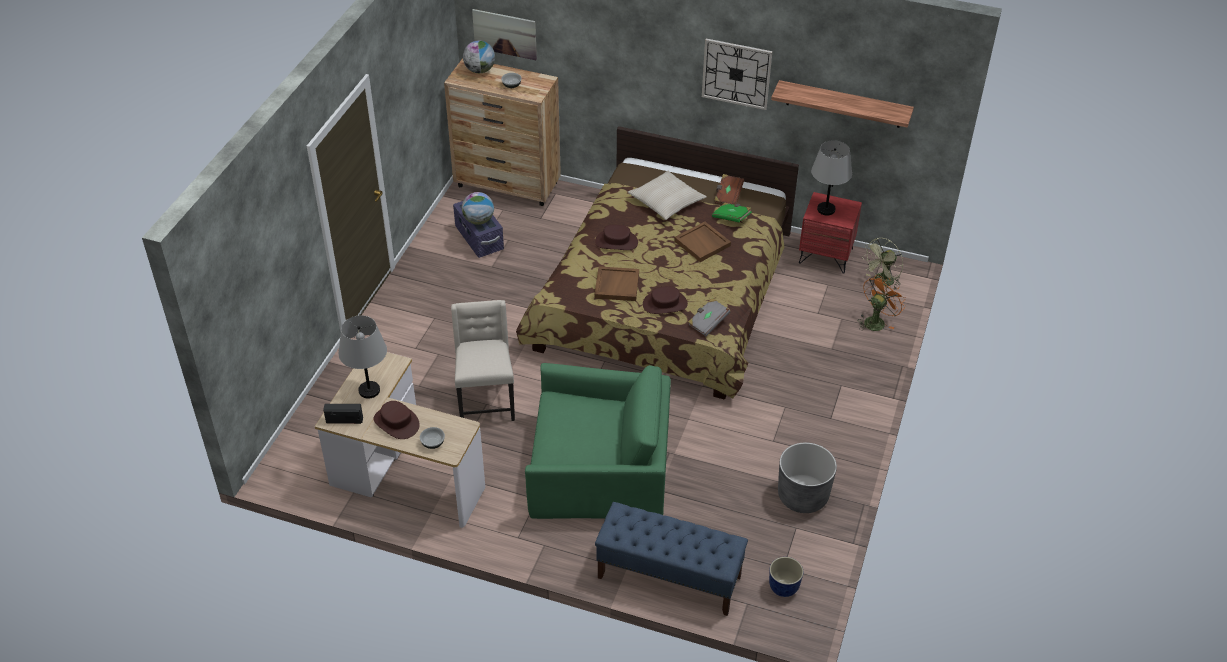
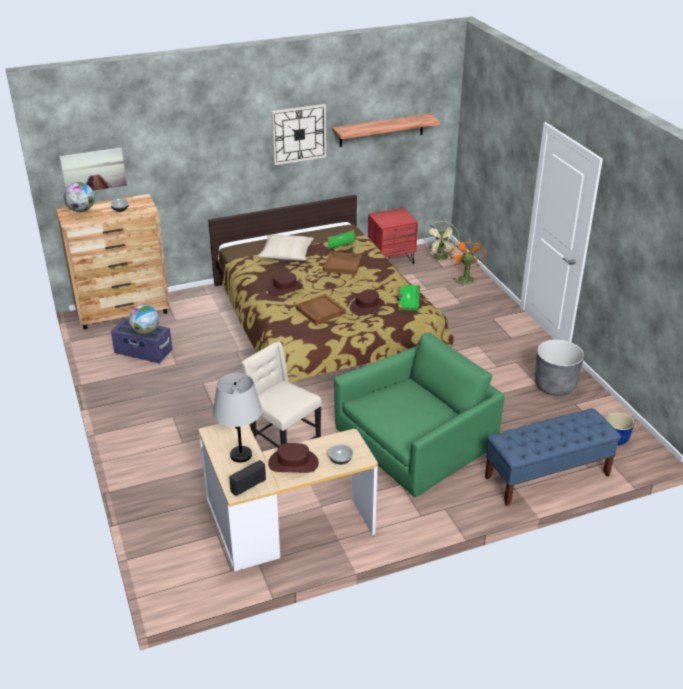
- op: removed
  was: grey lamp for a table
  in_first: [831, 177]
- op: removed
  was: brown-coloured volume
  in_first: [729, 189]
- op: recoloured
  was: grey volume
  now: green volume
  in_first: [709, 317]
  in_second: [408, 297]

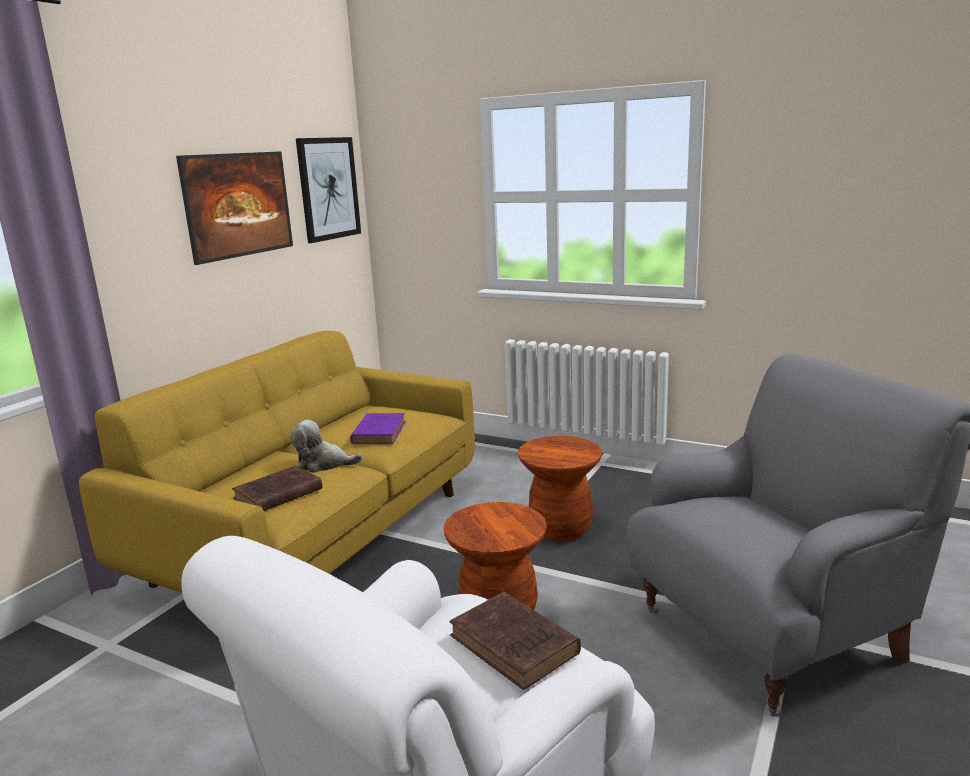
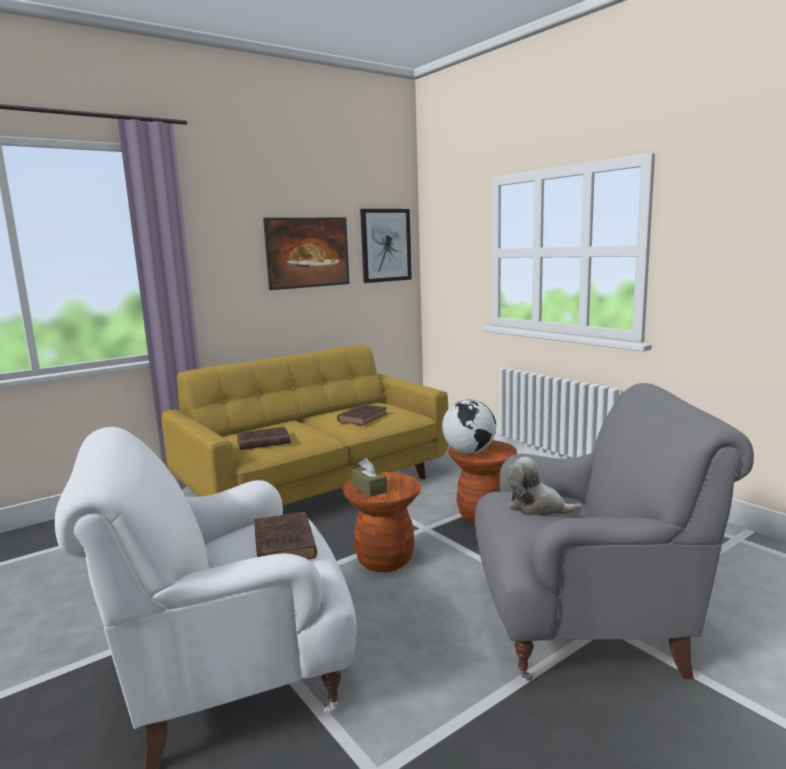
- op: recoloured
  was: purple-coloured volume
  now: brown-coloured volume
  in_first: [378, 428]
  in_second: [362, 415]
- op: moved
  was: cuddly toy
  in_first: [326, 446]
  in_second: [544, 486]
- op: added
  now: world globe
  in_second: [469, 427]
- op: added
  now: brown-coloured tissue holder
  in_second: [369, 477]

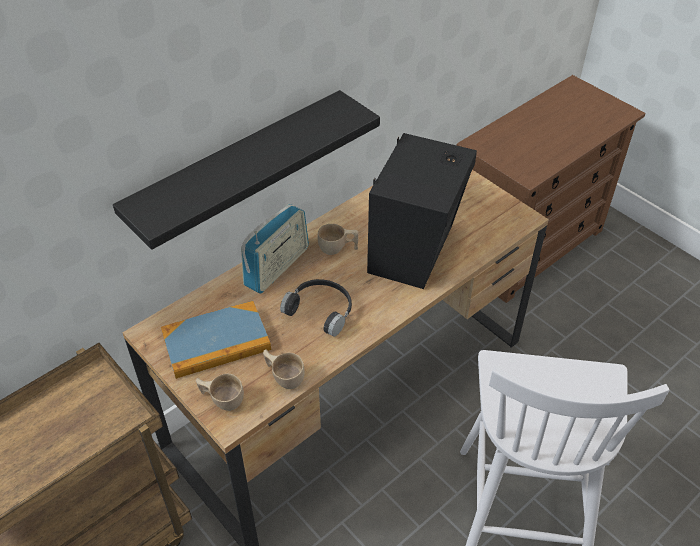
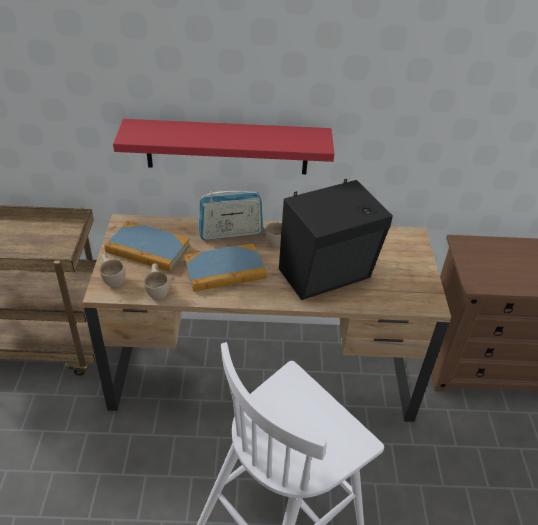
- op: recoloured
  was: black-coloured shelf
  now: reddish shelf
  in_first: [246, 170]
  in_second: [223, 146]
- op: replaced
  was: black-coloured headphones
  now: volume
  in_first: [316, 308]
  in_second: [225, 267]

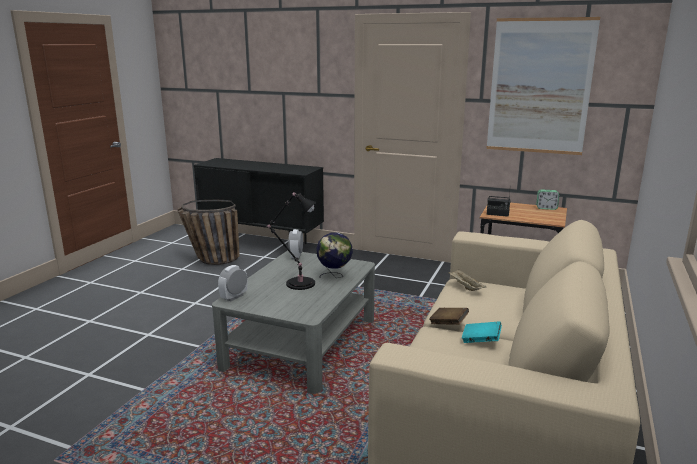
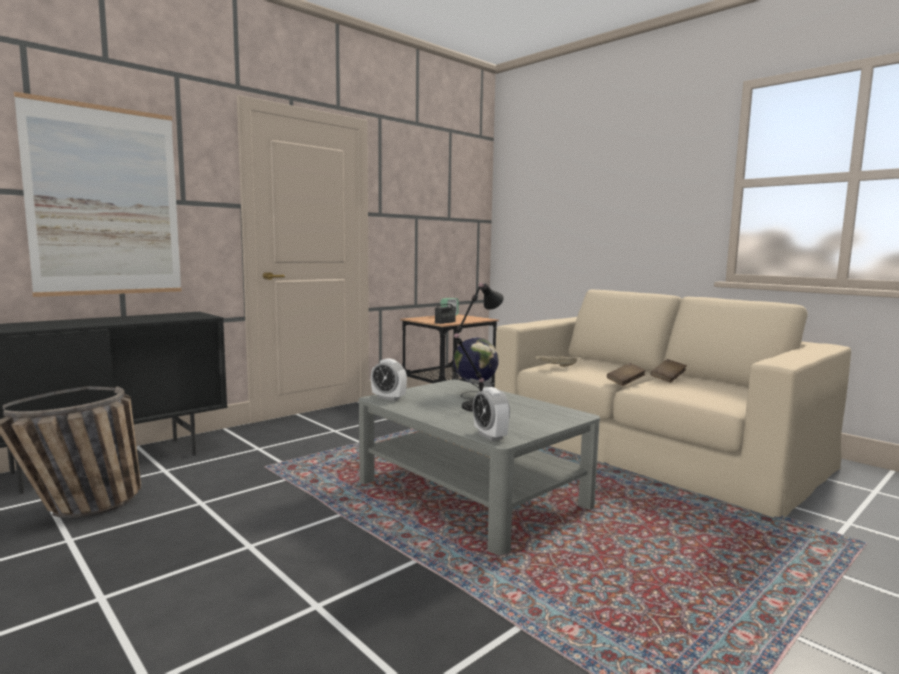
- op: moved
  was: picture
  in_first: [543, 86]
  in_second: [98, 194]
- op: recoloured
  was: turquoise-coloured volume
  now: brown-coloured volume
  in_first: [482, 332]
  in_second: [668, 371]

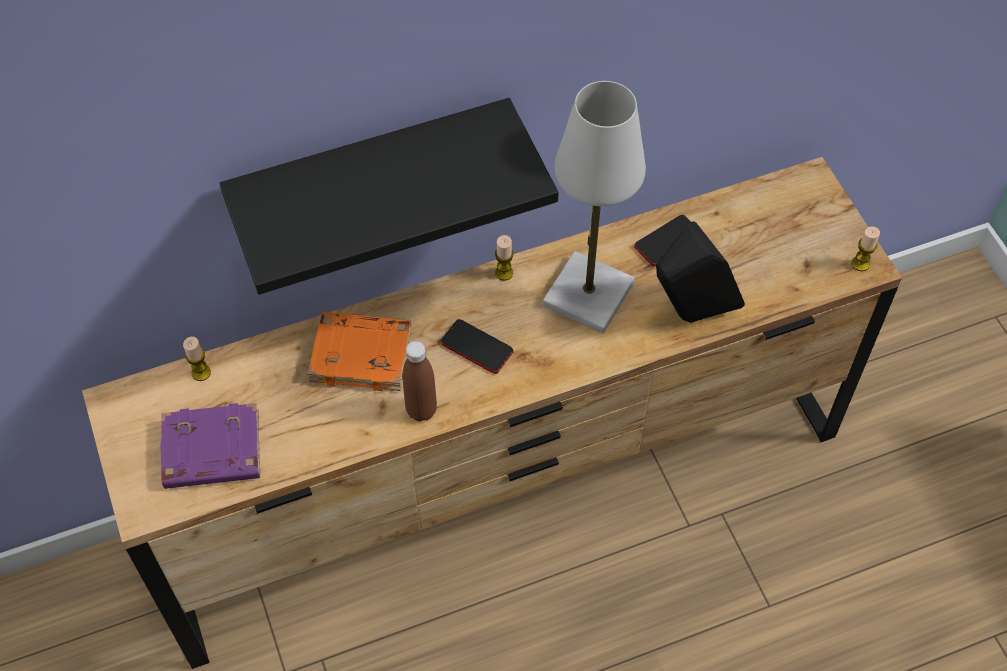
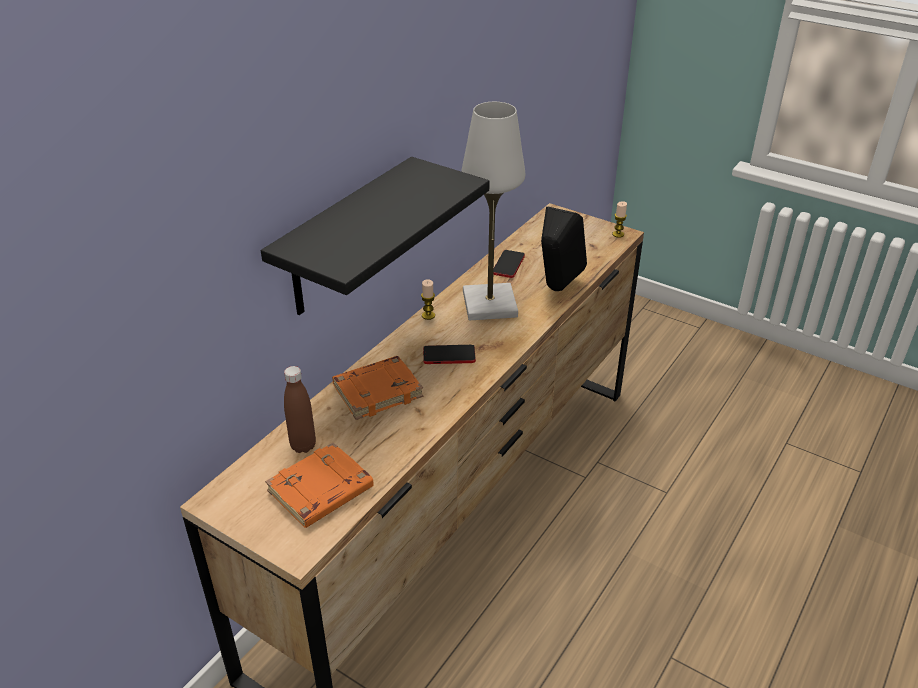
- op: removed
  was: candle
  in_first: [197, 359]
- op: moved
  was: brown-coloured beverage bottle
  in_first: [419, 381]
  in_second: [300, 409]
- op: recoloured
  was: purple-coloured volume
  now: orange-coloured volume
  in_first: [210, 446]
  in_second: [319, 485]

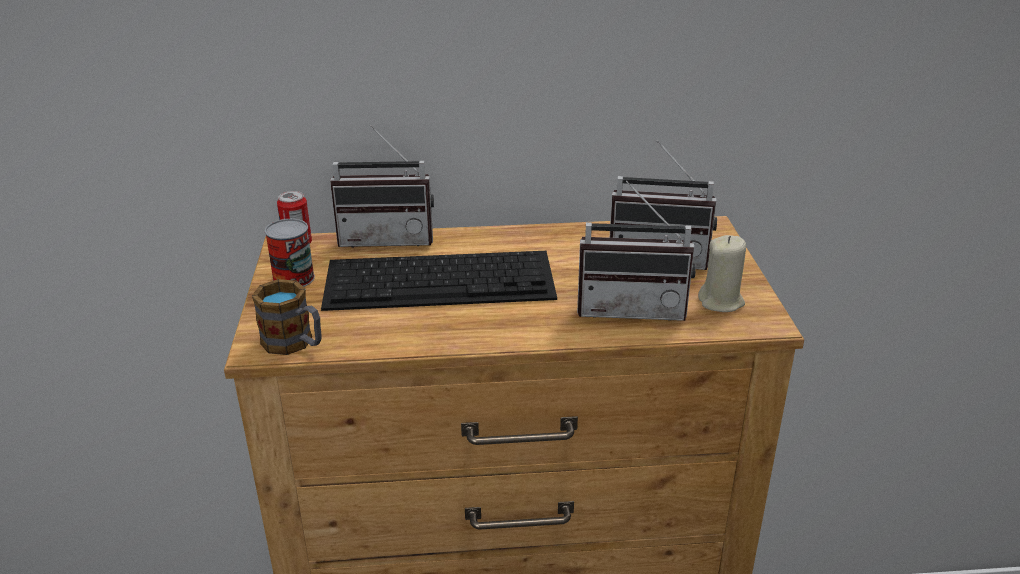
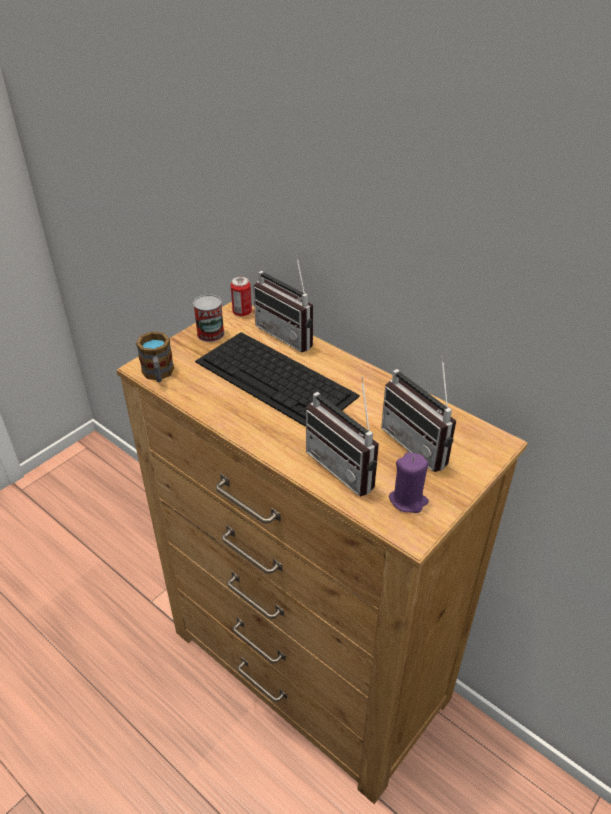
- op: recoloured
  was: sand-coloured candle
  now: purple-coloured candle
  in_first: [722, 273]
  in_second: [409, 482]

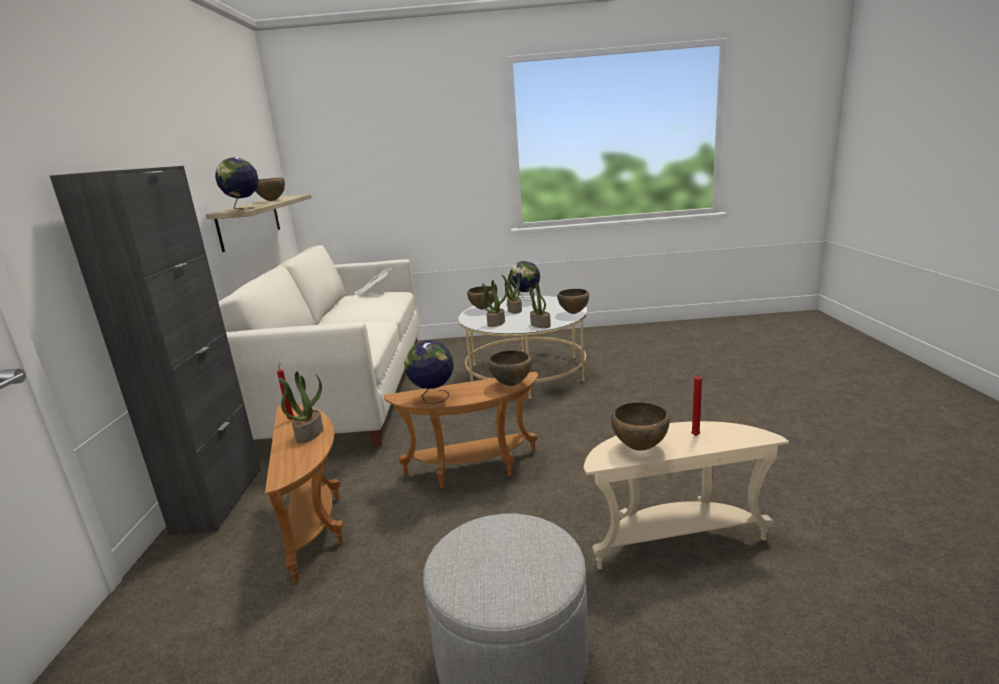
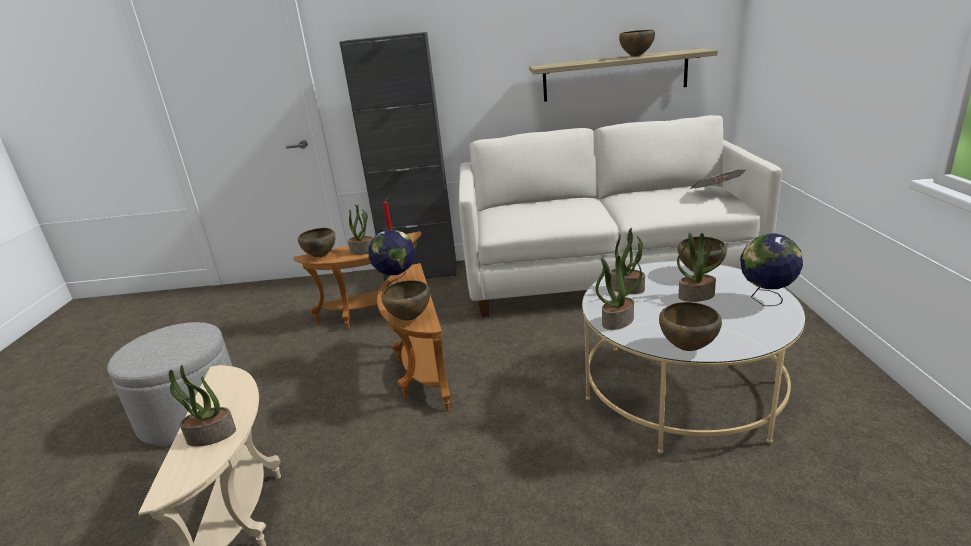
- op: removed
  was: world globe
  in_first: [237, 183]
- op: replaced
  was: reddish candle
  now: plant in a pot
  in_first: [698, 402]
  in_second: [202, 406]
- op: moved
  was: brown-coloured deep dish
  in_first: [640, 426]
  in_second: [317, 242]

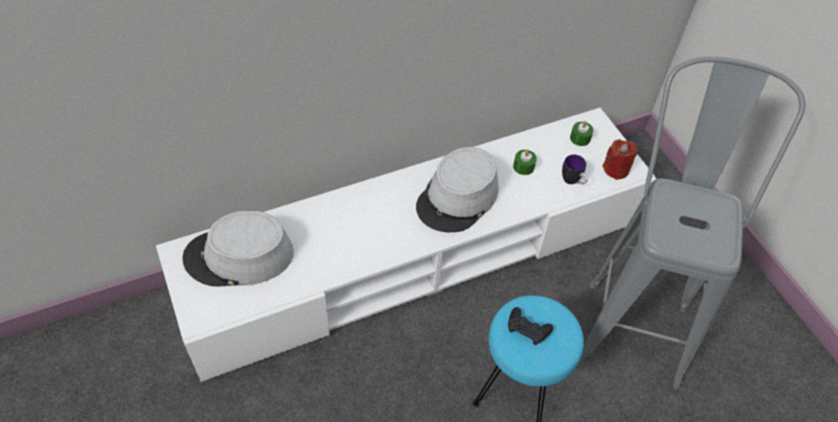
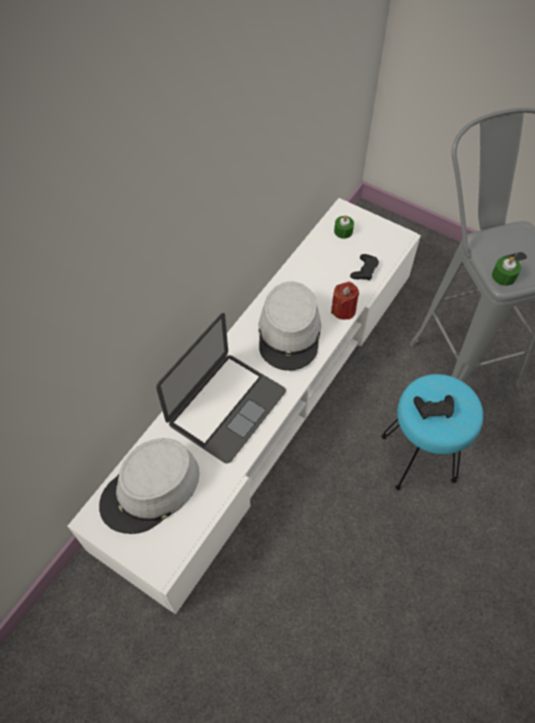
- op: moved
  was: reddish candle
  in_first: [620, 159]
  in_second: [345, 301]
- op: moved
  was: green candle
  in_first: [525, 162]
  in_second: [506, 271]
- op: replaced
  was: tea mug
  now: black-coloured game controller
  in_first: [575, 169]
  in_second: [364, 267]
- op: added
  now: portable computer
  in_second: [221, 388]

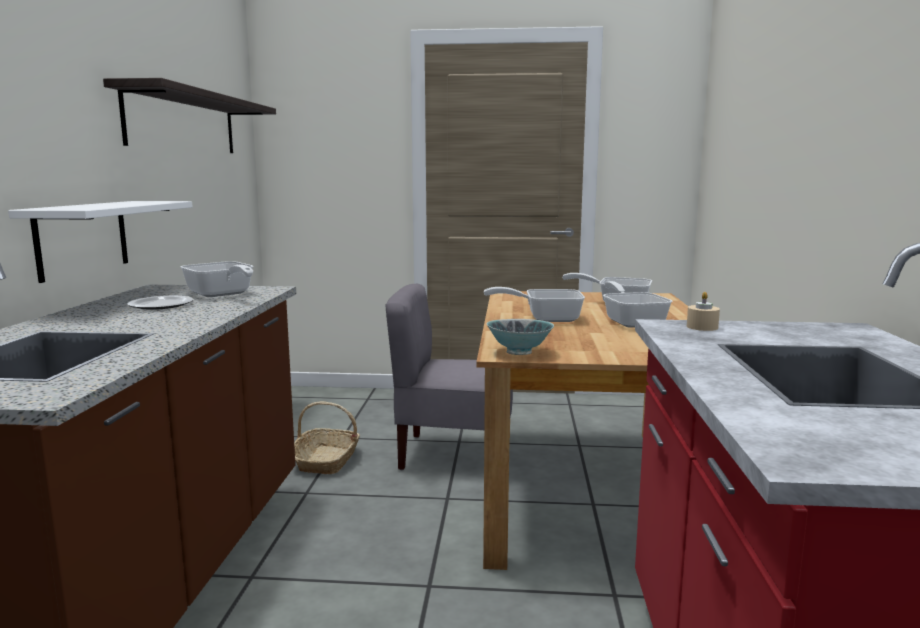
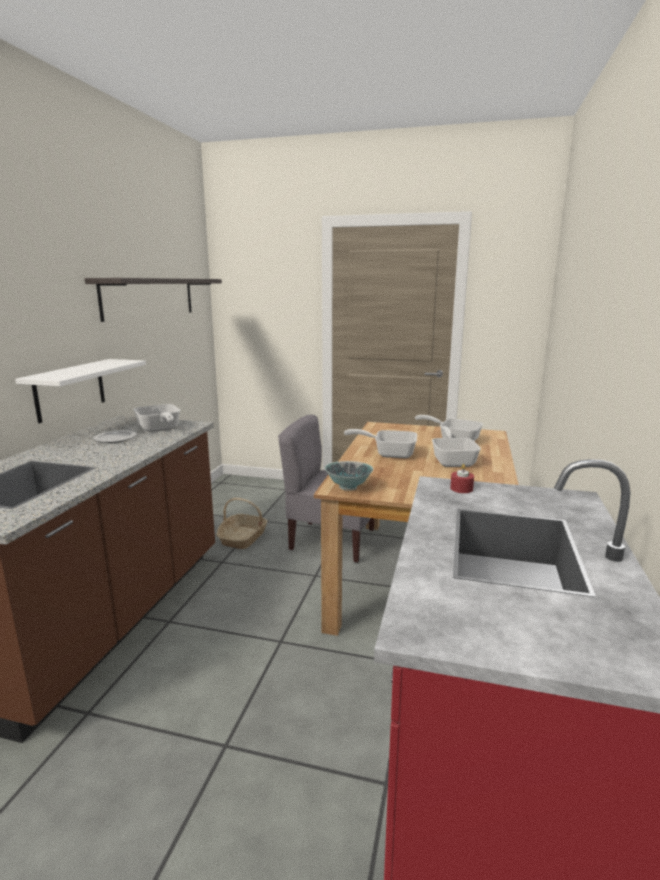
- op: recoloured
  was: sand-coloured candle
  now: reddish candle
  in_first: [703, 311]
  in_second: [462, 478]

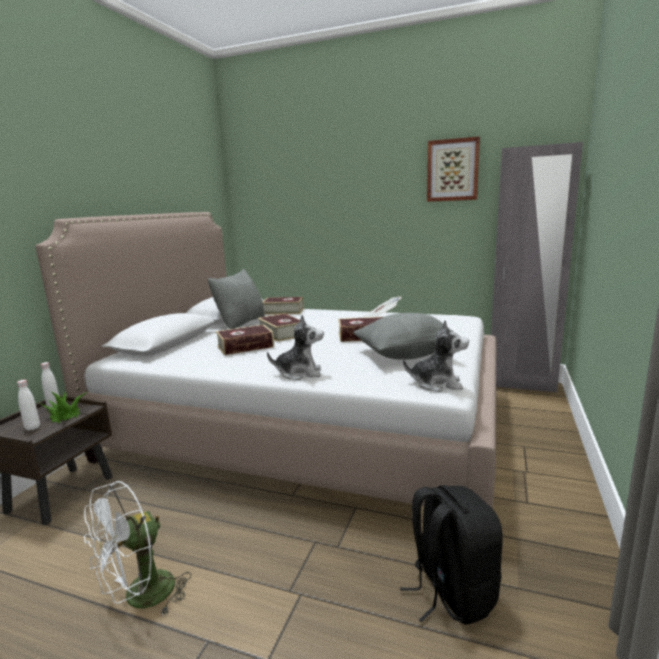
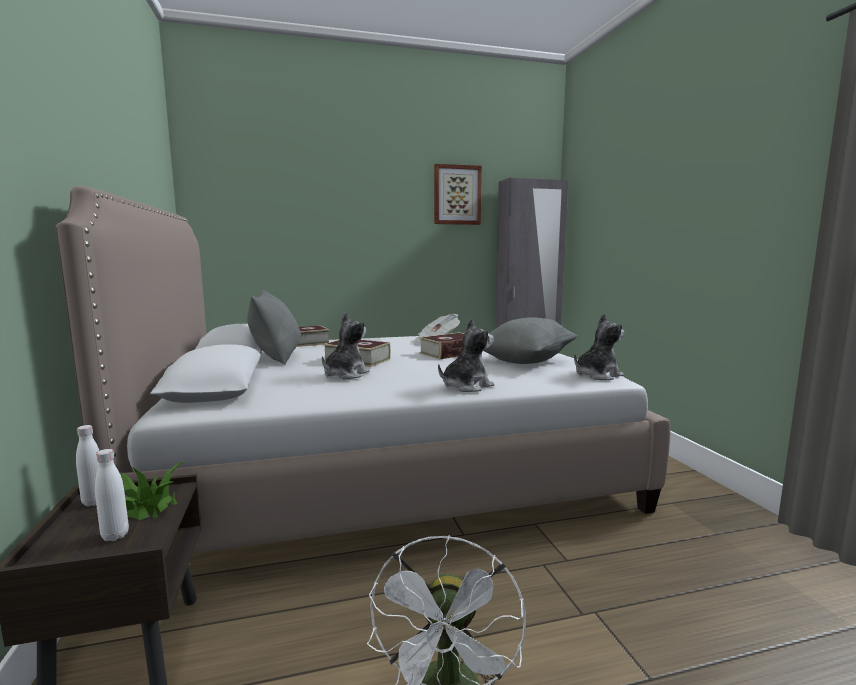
- op: replaced
  was: volume
  now: cuddly toy
  in_first: [245, 339]
  in_second: [346, 345]
- op: removed
  was: black-coloured backpack
  in_first: [451, 555]

